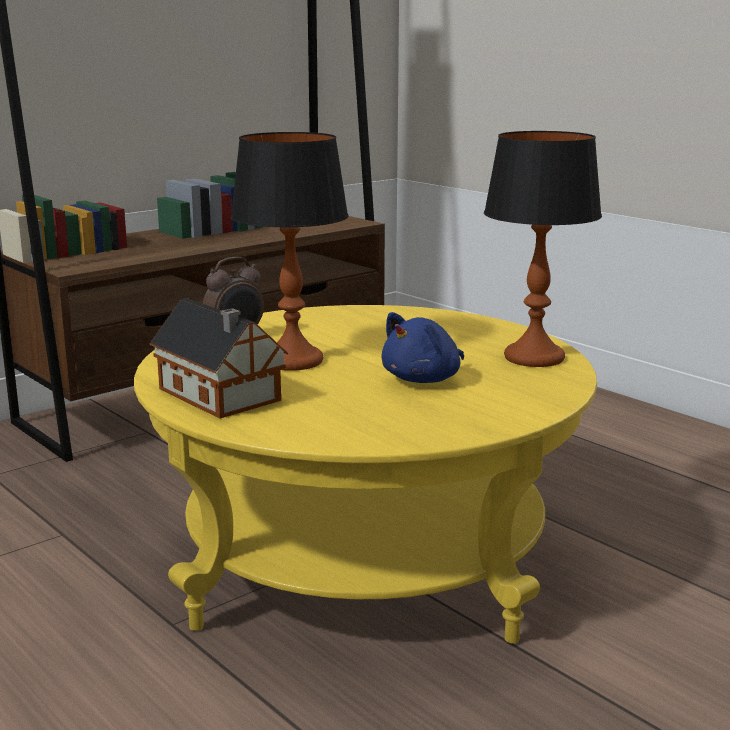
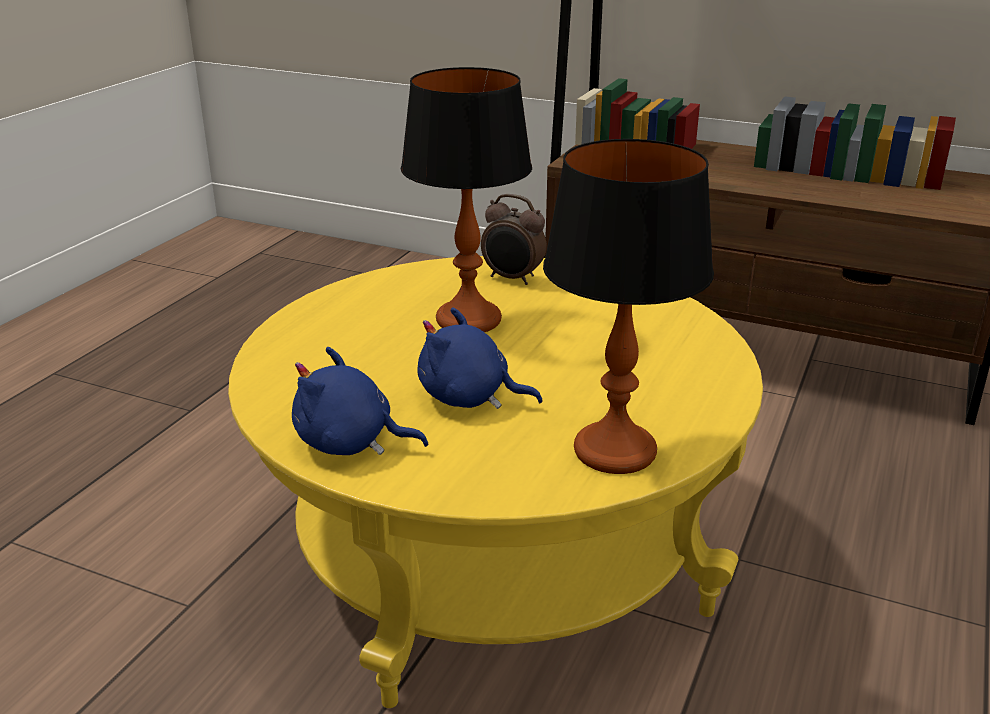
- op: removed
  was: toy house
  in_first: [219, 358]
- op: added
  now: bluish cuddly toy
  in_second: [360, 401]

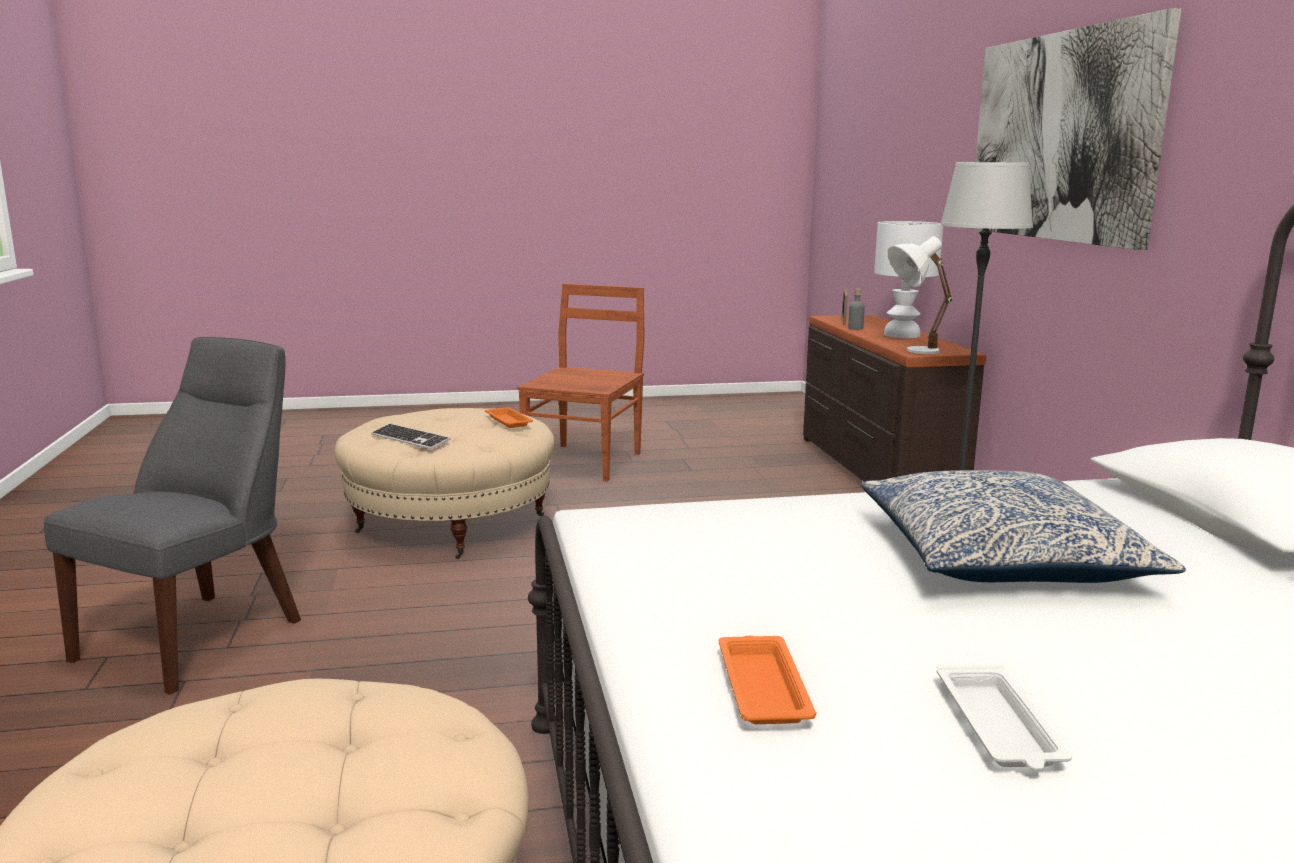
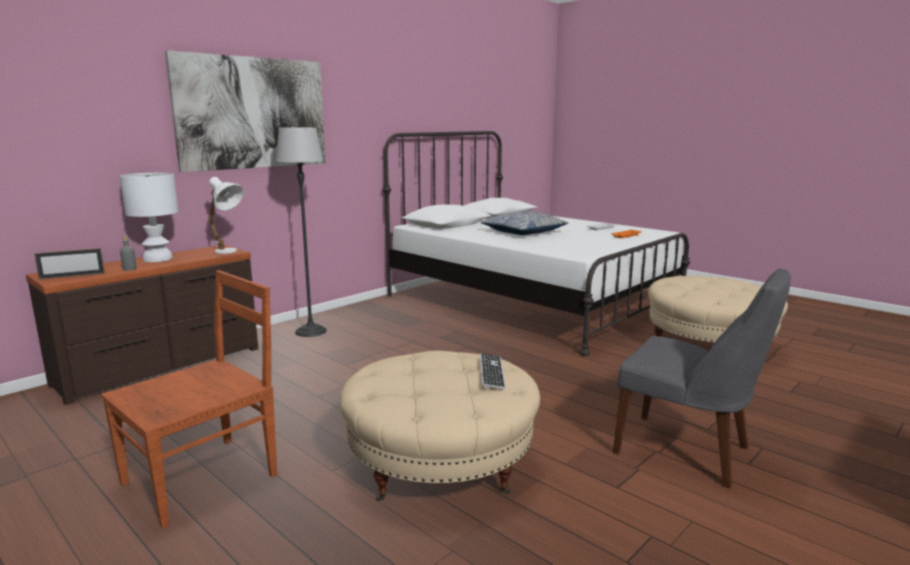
- op: turned
  was: brown-coloured chair
  in_first: [581, 382]
  in_second: [189, 399]
  clockwise: 150
- op: turned
  was: grey chair
  in_first: [172, 515]
  in_second: [702, 378]
  clockwise: -135
- op: removed
  was: orange-coloured carrying tray
  in_first: [509, 417]

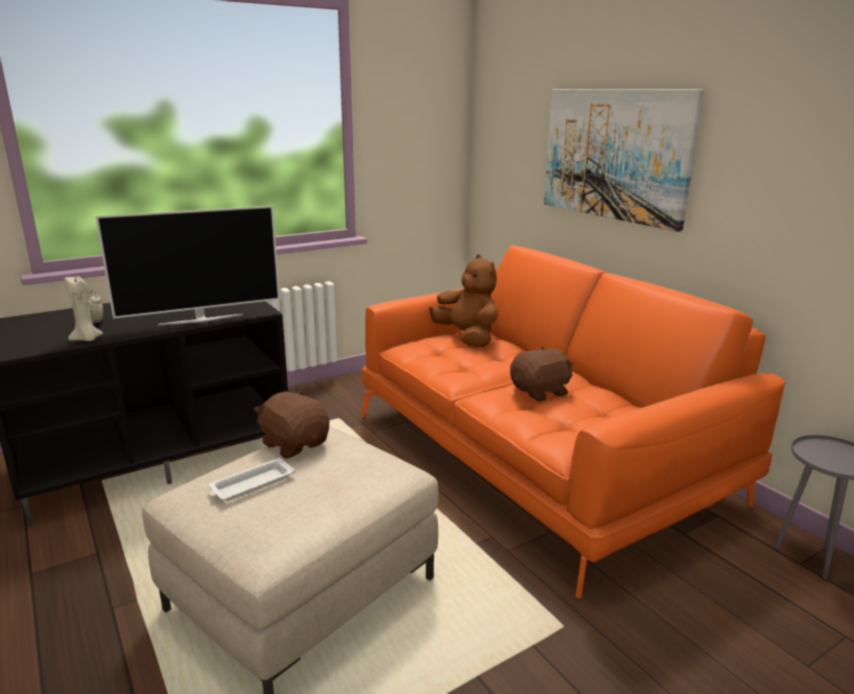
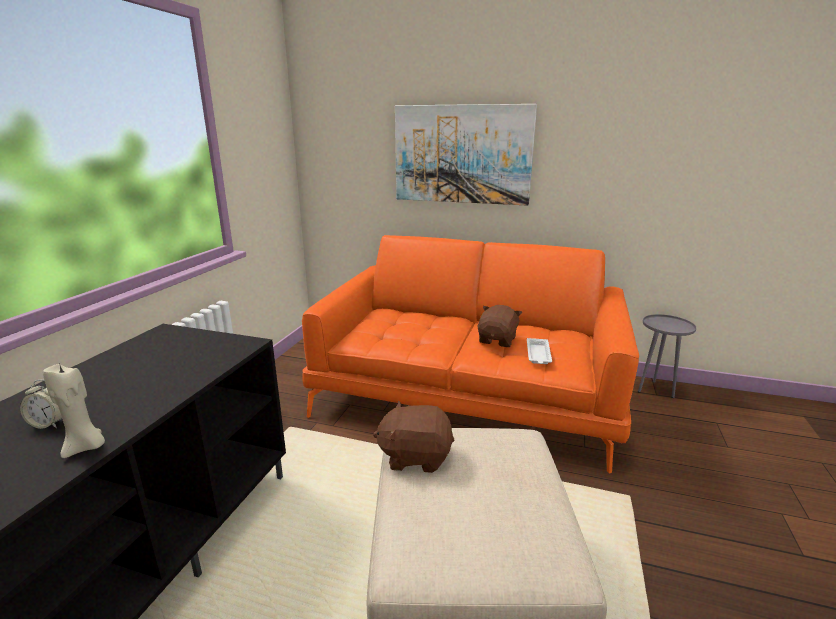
- op: removed
  was: TV
  in_first: [187, 265]
- op: removed
  was: brown-coloured cuddly toy
  in_first: [463, 301]
- op: moved
  was: white-coloured carrying tray
  in_first: [251, 479]
  in_second: [539, 351]

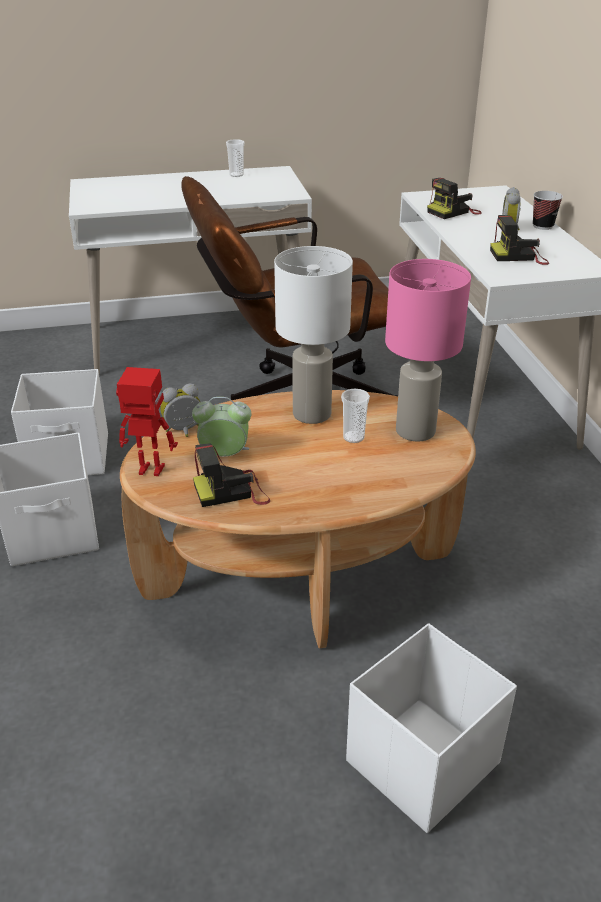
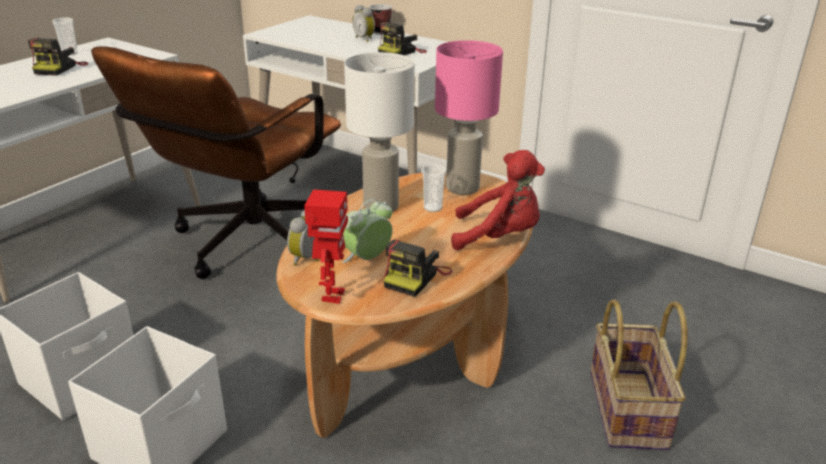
- op: moved
  was: still camera
  in_first: [454, 198]
  in_second: [58, 57]
- op: turned
  was: toy robot
  in_first: [147, 421]
  in_second: [326, 246]
  clockwise: 135
- op: replaced
  was: white-coloured storage bin
  now: household basket
  in_first: [431, 728]
  in_second: [639, 374]
- op: added
  now: reddish cuddly toy
  in_second: [498, 200]

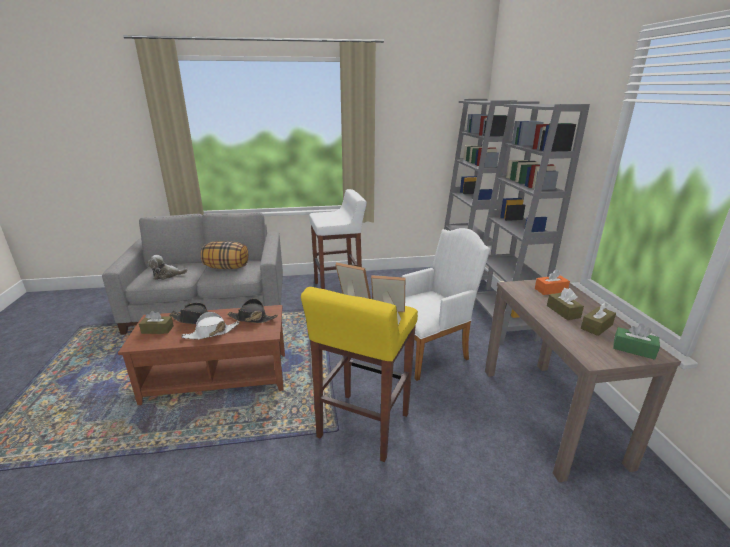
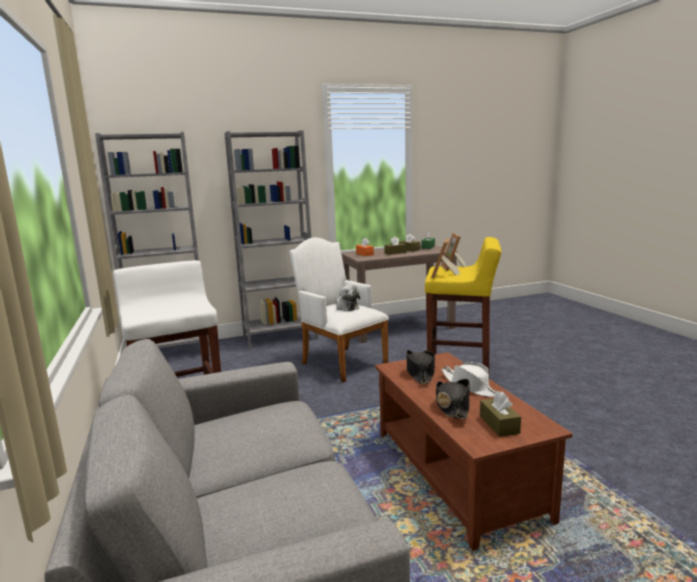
- op: removed
  was: cushion
  in_first: [224, 255]
- op: moved
  was: cuddly toy
  in_first: [167, 267]
  in_second: [348, 297]

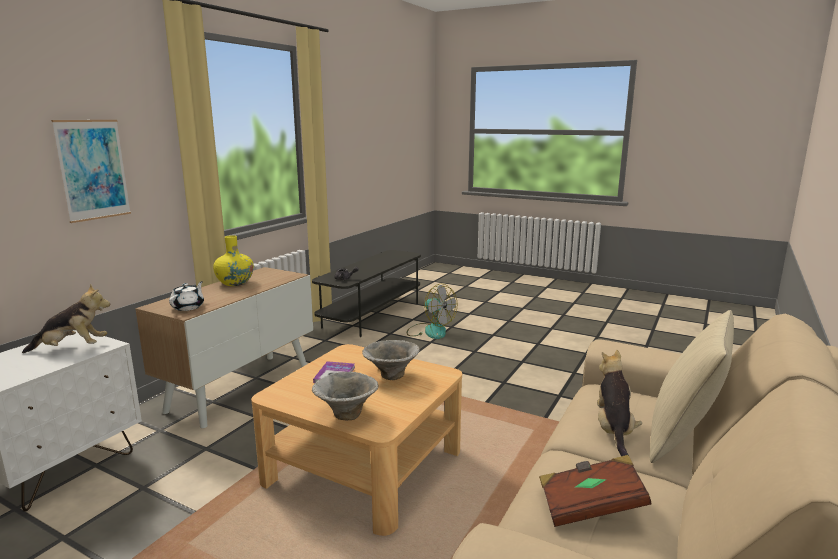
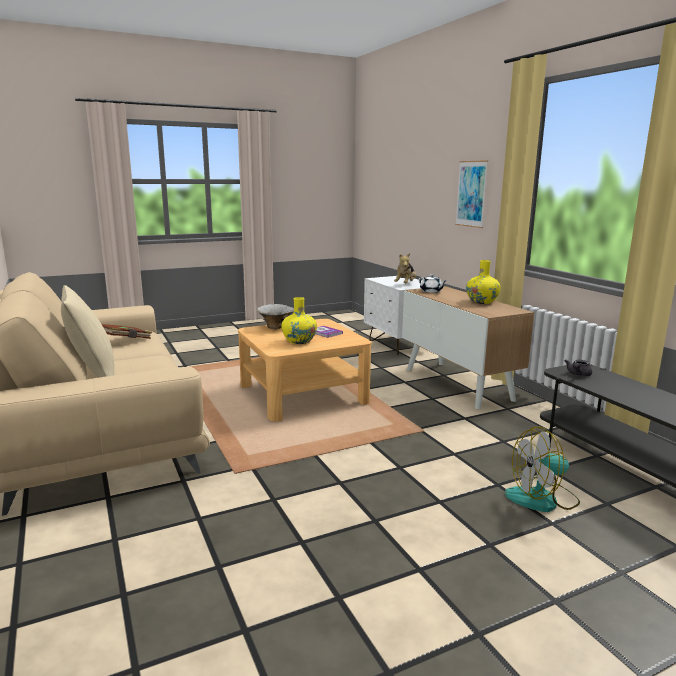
- op: replaced
  was: deep dish
  now: yellow decorative vase
  in_first: [391, 360]
  in_second: [299, 320]
- op: removed
  was: cuddly toy
  in_first: [619, 403]

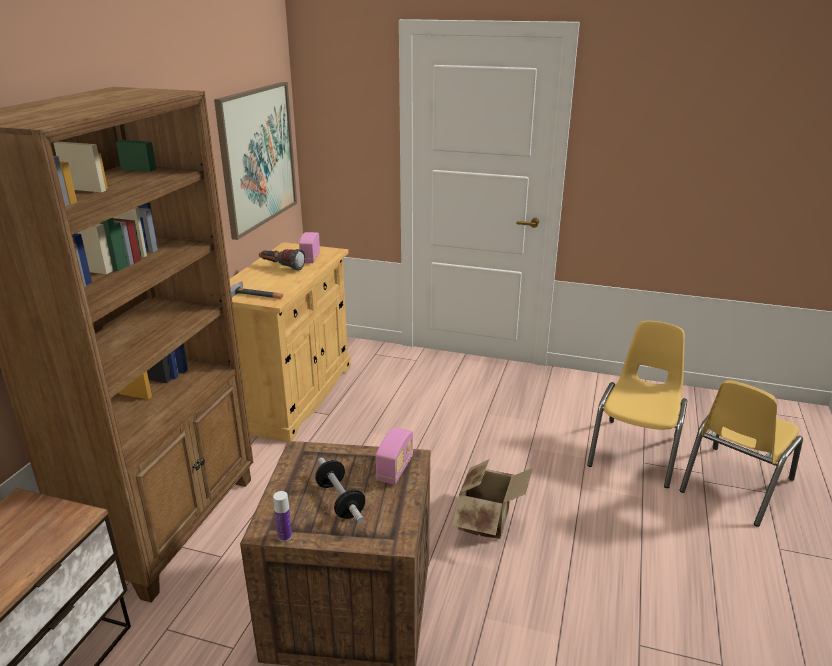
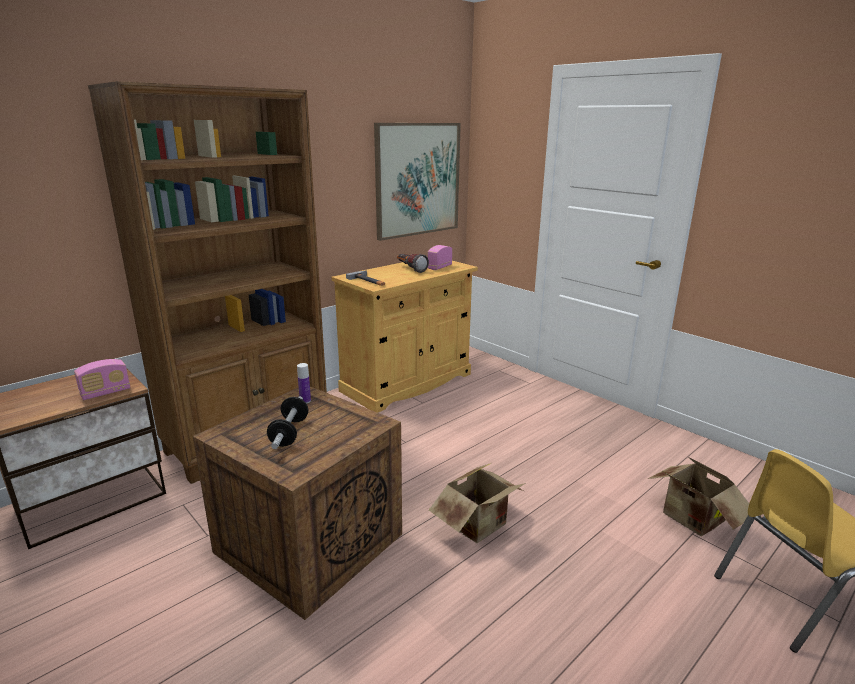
- op: replaced
  was: yellow chair
  now: carton
  in_first: [637, 404]
  in_second: [698, 496]
- op: moved
  was: radio
  in_first: [394, 456]
  in_second: [102, 379]
- op: moved
  was: beverage bottle
  in_first: [282, 516]
  in_second: [304, 383]

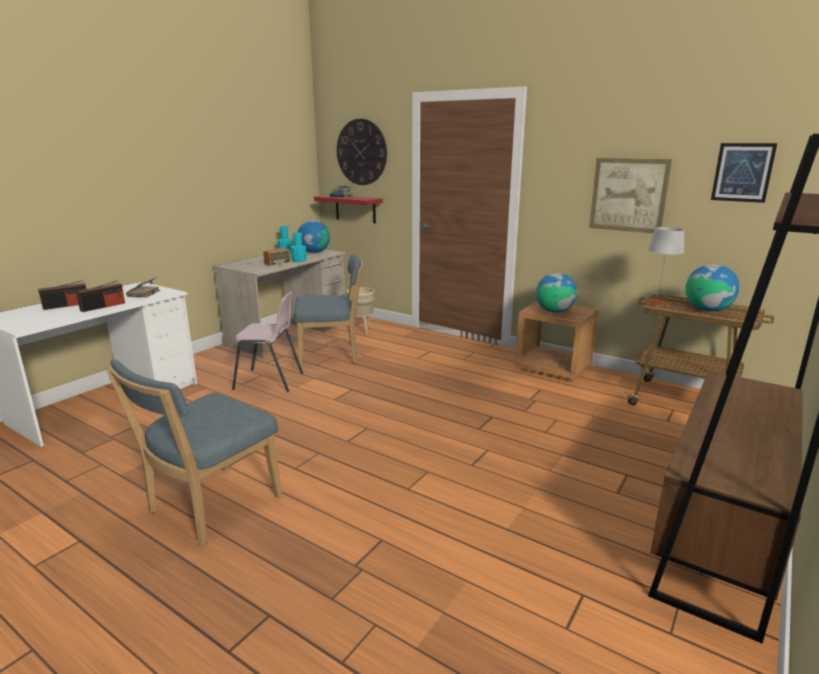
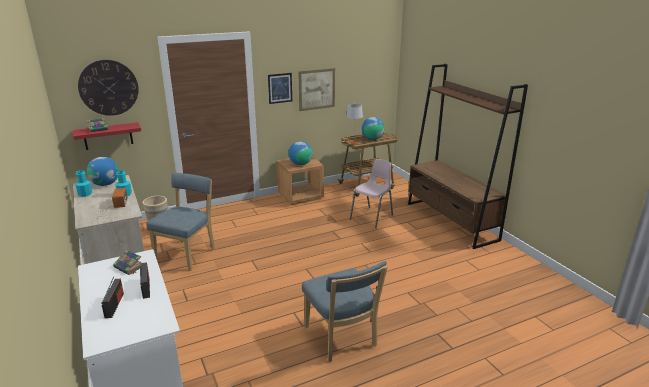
- op: moved
  was: picture
  in_first: [744, 173]
  in_second: [280, 88]
- op: moved
  was: pink-coloured chair
  in_first: [267, 341]
  in_second: [371, 194]

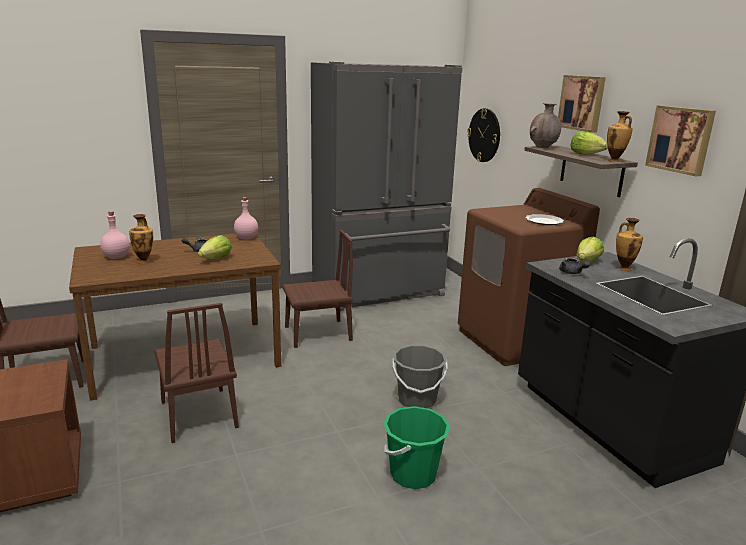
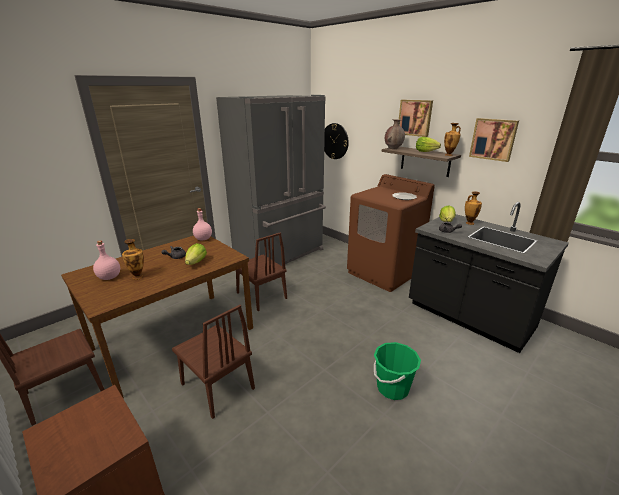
- op: turned
  was: brown-coloured chair
  in_first: [317, 289]
  in_second: [261, 272]
  clockwise: 90
- op: removed
  was: grey pail
  in_first: [420, 376]

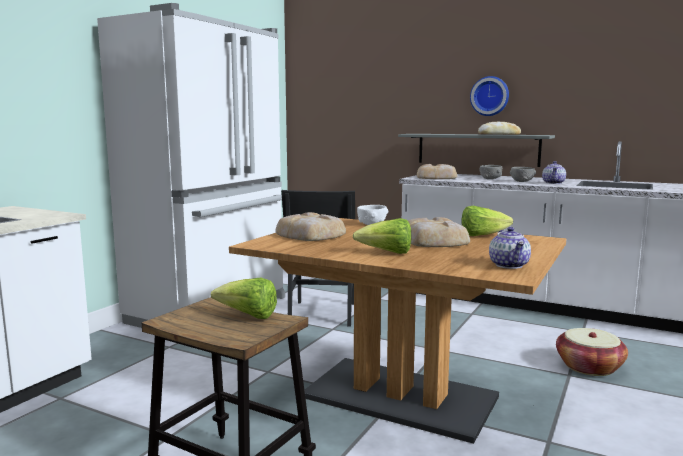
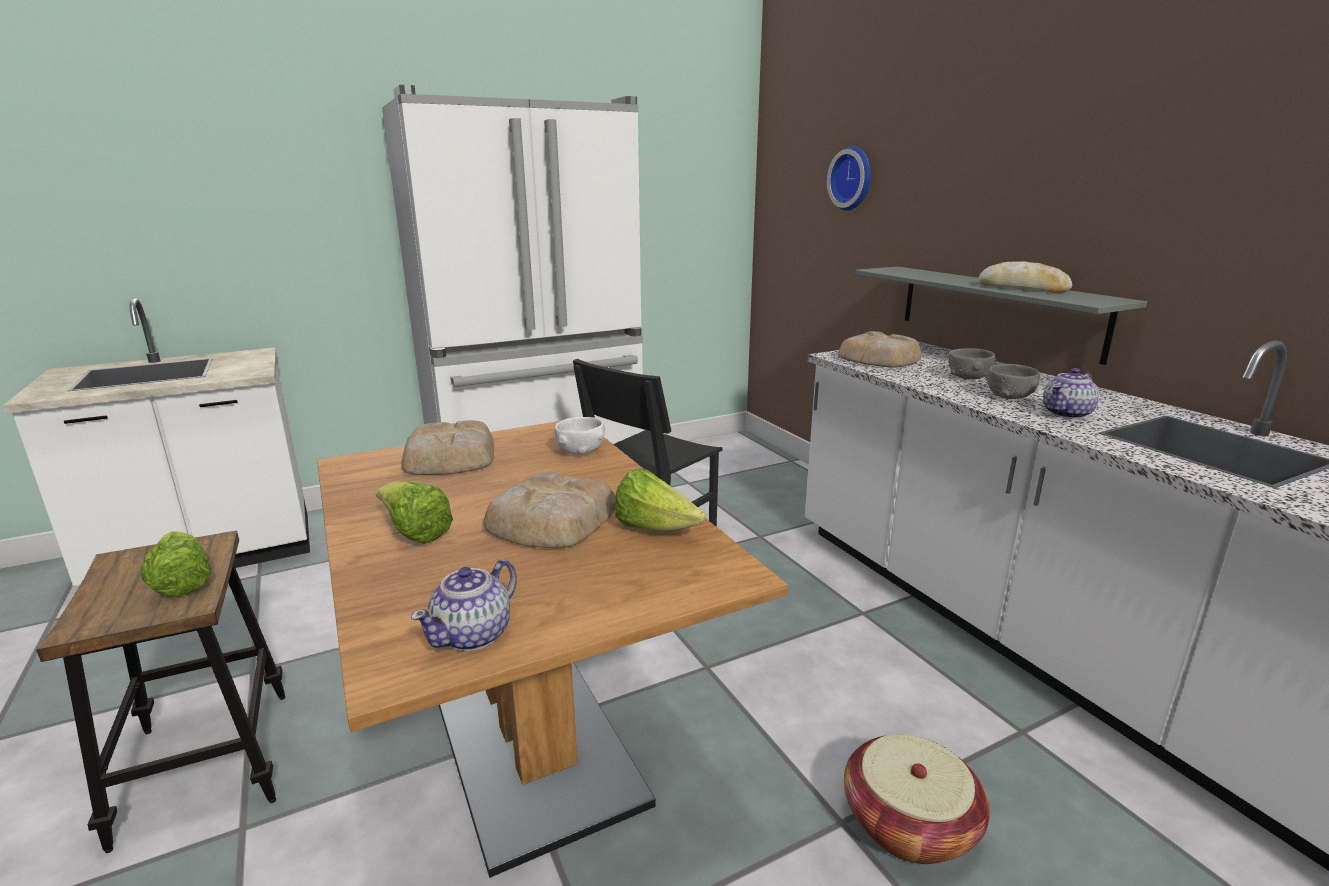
- op: moved
  was: clock on the wall
  in_first: [489, 96]
  in_second: [849, 178]

